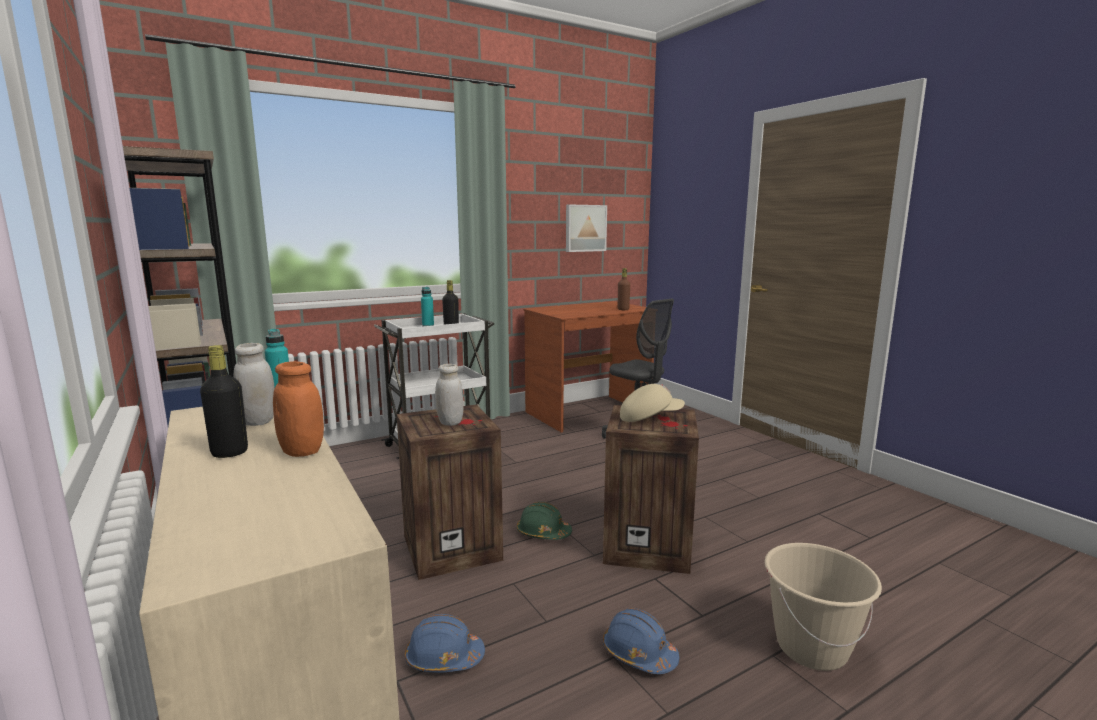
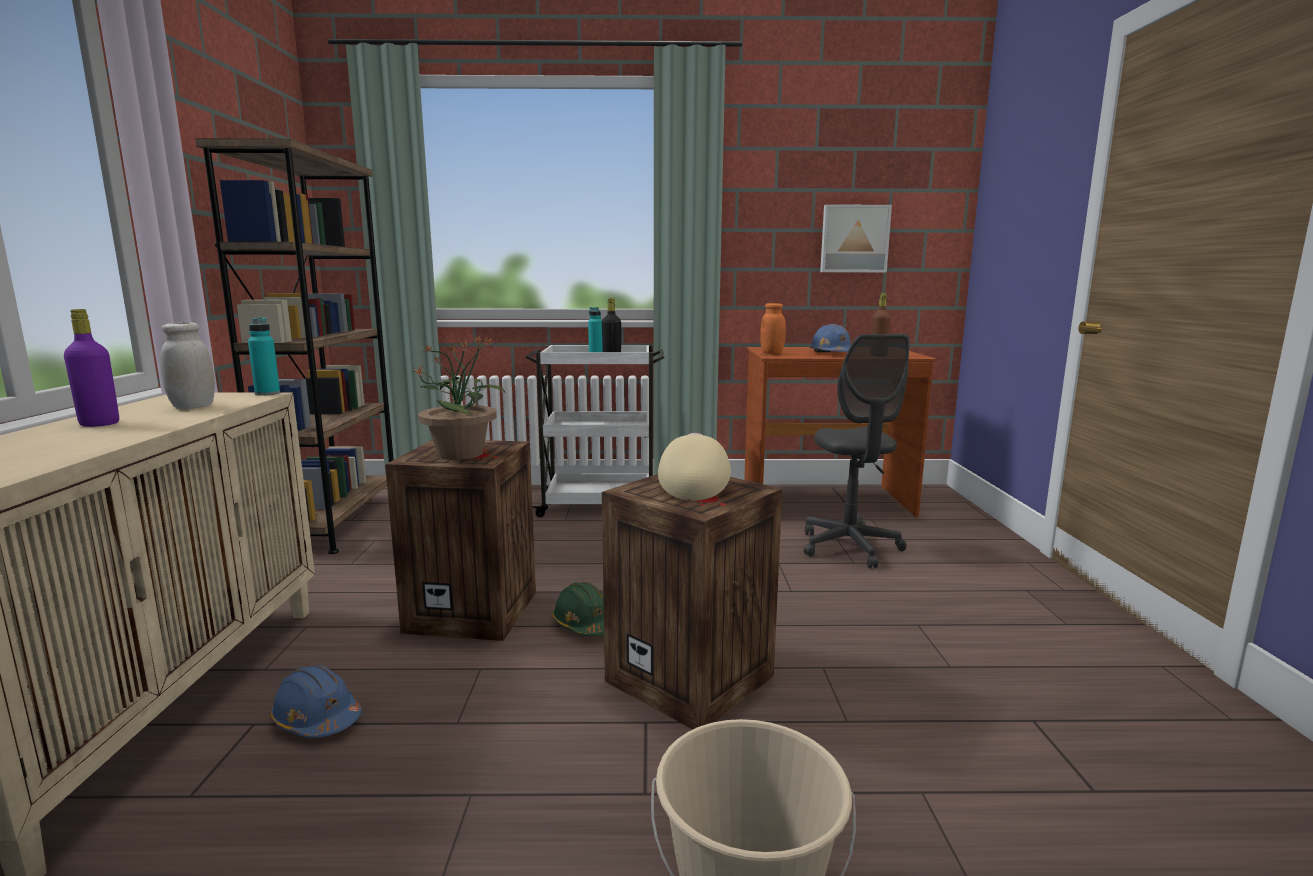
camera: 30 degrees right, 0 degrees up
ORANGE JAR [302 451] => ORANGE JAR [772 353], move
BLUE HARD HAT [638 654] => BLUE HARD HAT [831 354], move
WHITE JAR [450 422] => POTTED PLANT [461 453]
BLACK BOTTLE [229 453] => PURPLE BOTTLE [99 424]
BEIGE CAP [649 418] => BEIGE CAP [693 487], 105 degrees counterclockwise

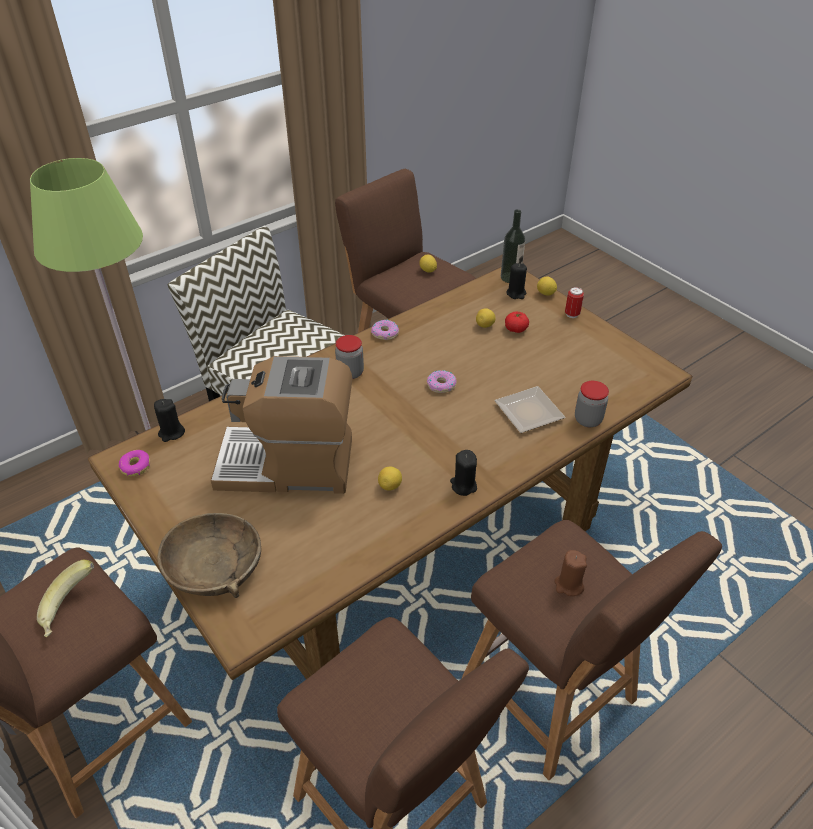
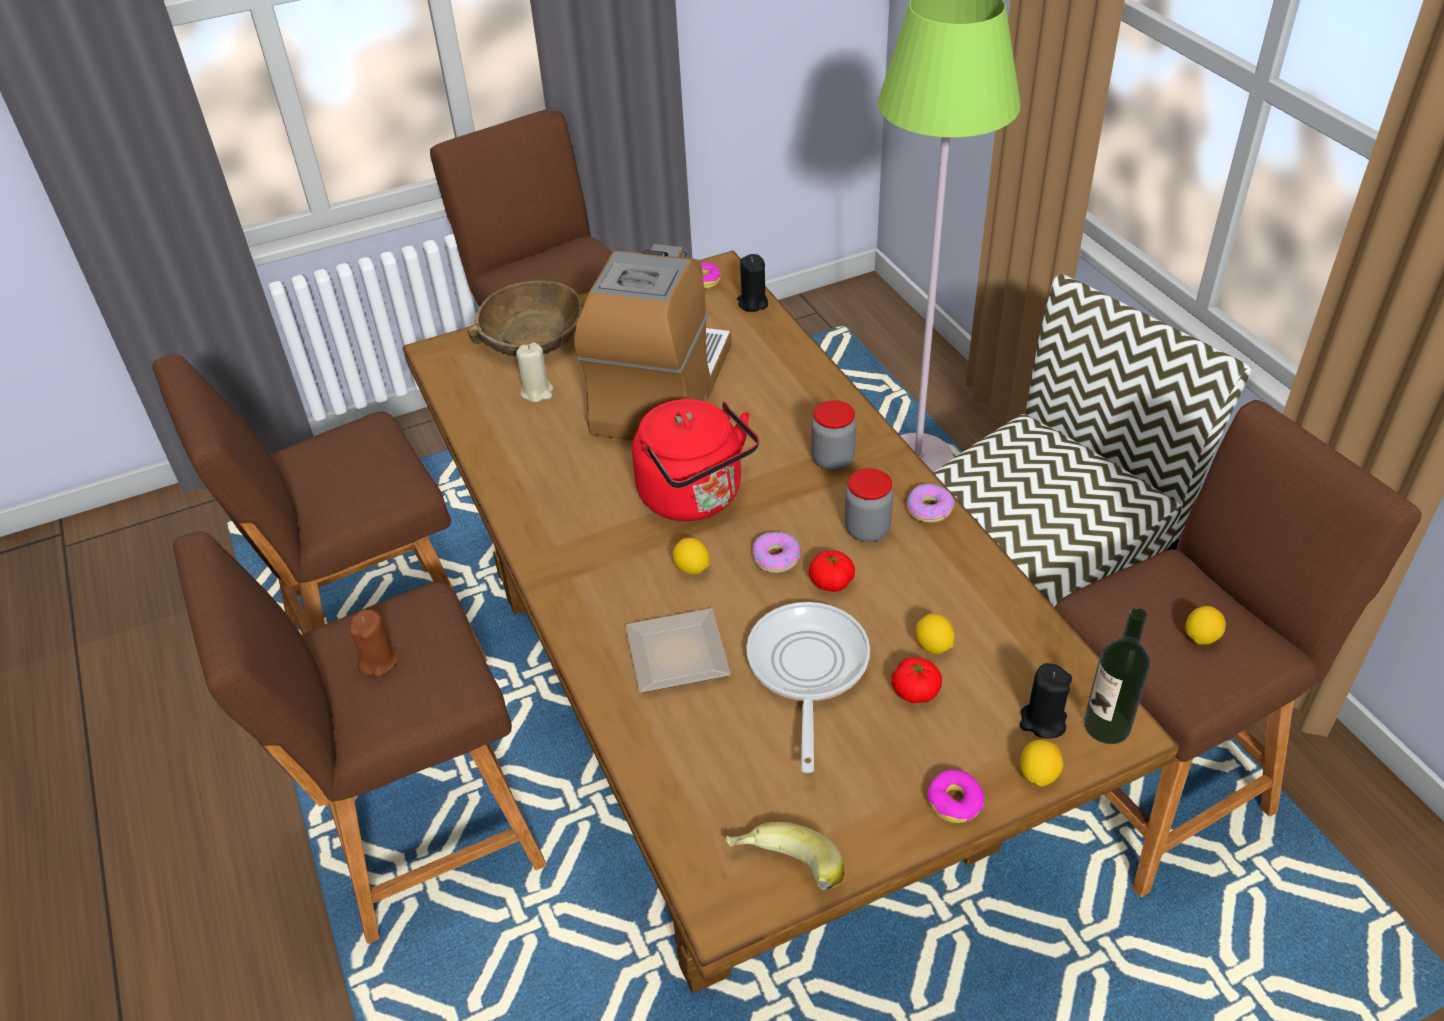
camera: 105 degrees right, 0 degrees up
BLACK CANDLE [463 485] => nothing
nothing => BEIGE CANDLE [537 392]
nothing => RED KETTLE [695 498]
nothing => FRYING PAN [806 670]
nothing => TOMATO [831 582]
BANANA [71 609] => BANANA [783 875], move
LEMON [390 486] => LEMON [691 569], move
JAR [588 420] => JAR [867 530], move
CAN [572 314] => DONUT [954 802]

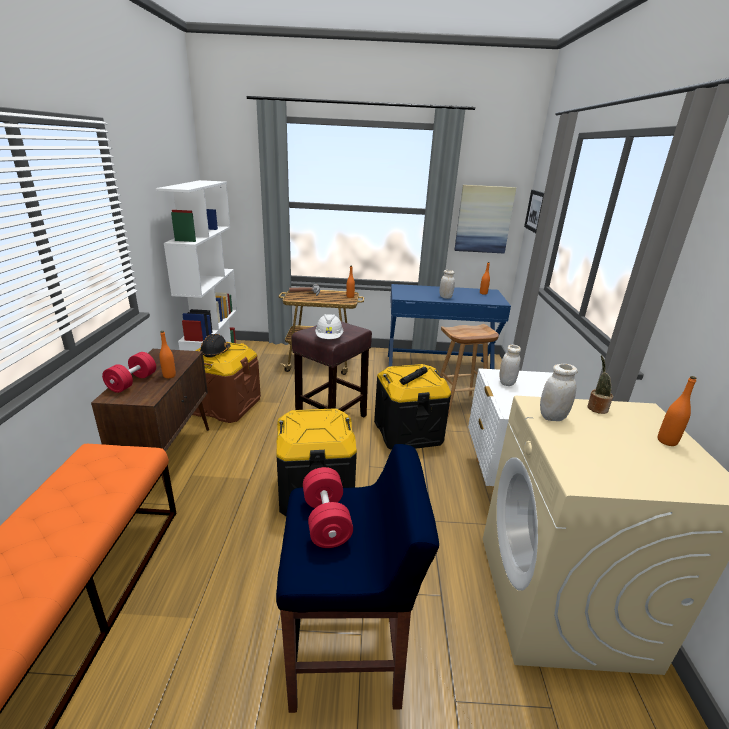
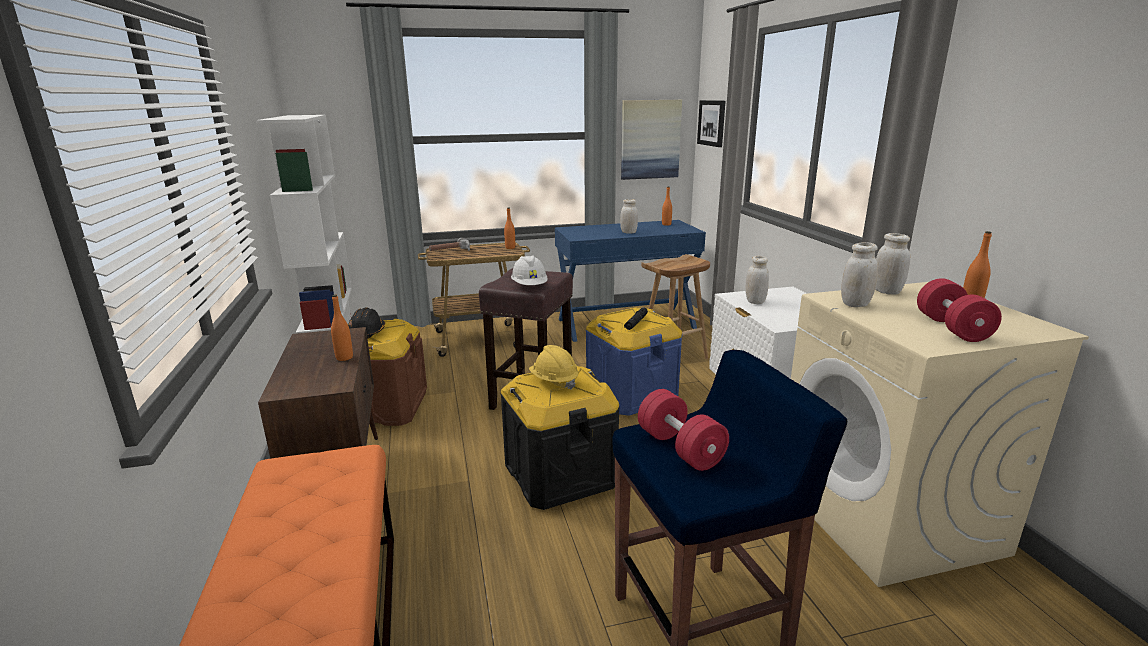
camera: 15 degrees left, 5 degrees down
nothing => YELLOW HARD HAT [554 381]
RED DUMBBELL [132 382] => RED DUMBBELL [952 328], move
POTTED PLANT [596 408] => WHITE JAR [886 291]
BLACK STORAGE BOX [407 432] => BLUE STORAGE BOX [631 394]

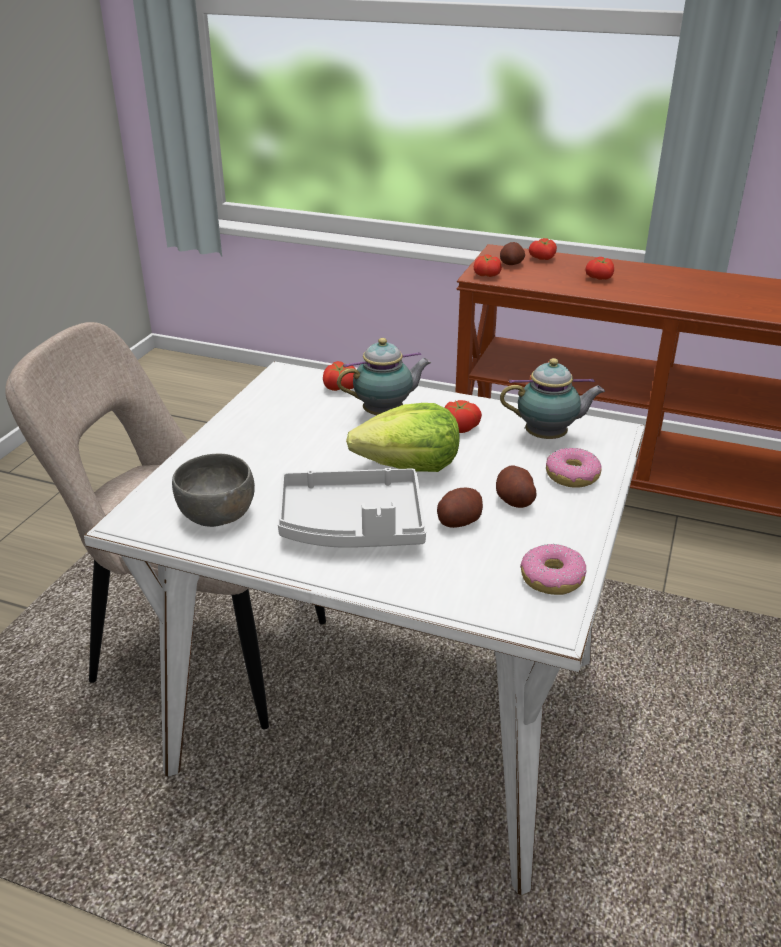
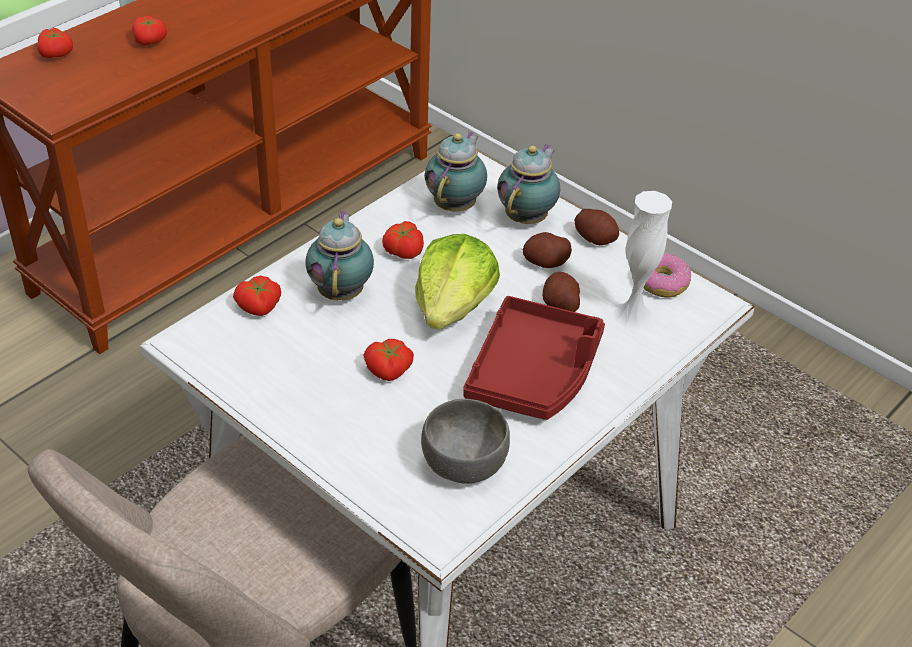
camera: 70 degrees left, 10 degrees up
nothing => WHITE VASE [633 314]
TOMATO [486 275] => TOMATO [388 371], move
POTATO [511 264] => POTATO [595 238], move
DONUT [572 476] => TEAPOT [527 217]
GREY TRAY [352 526] => RED TRAY [534 373]

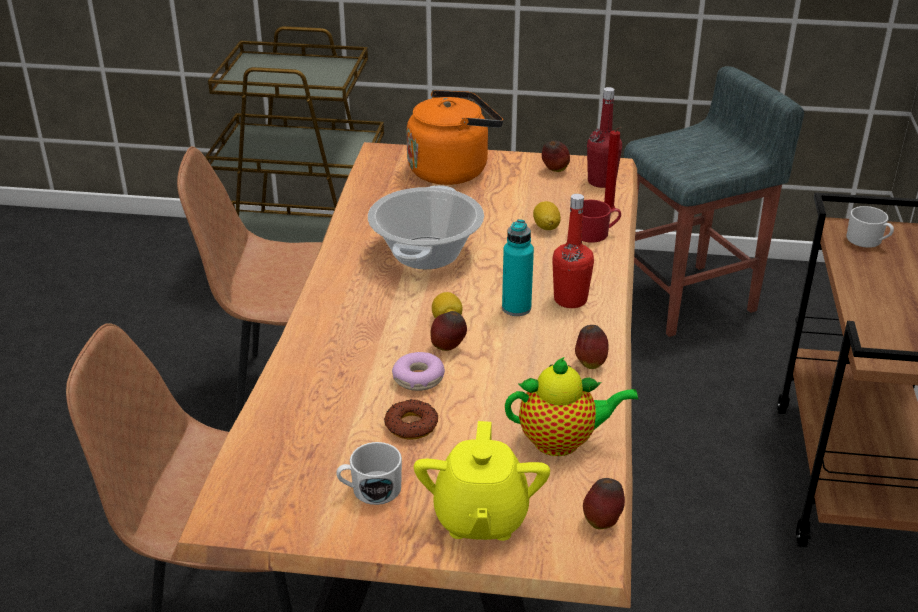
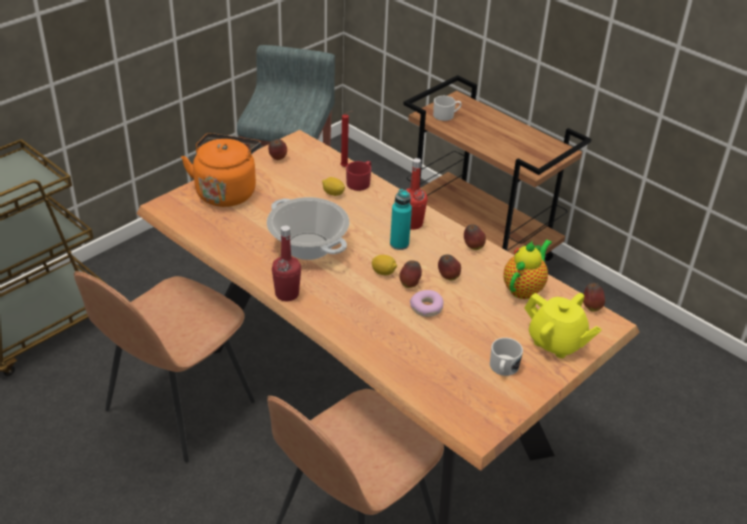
camera: 55 degrees left, 5 degrees up
DONUT [411 425] => nothing
nothing => APPLE [448 277]
RED BOTTLE [601 182] => RED BOTTLE [287 294], move

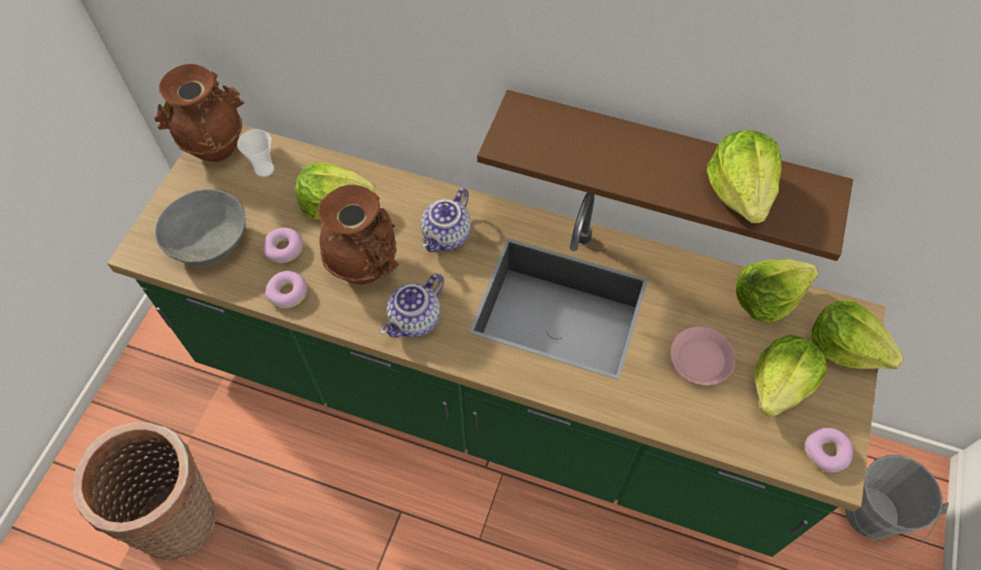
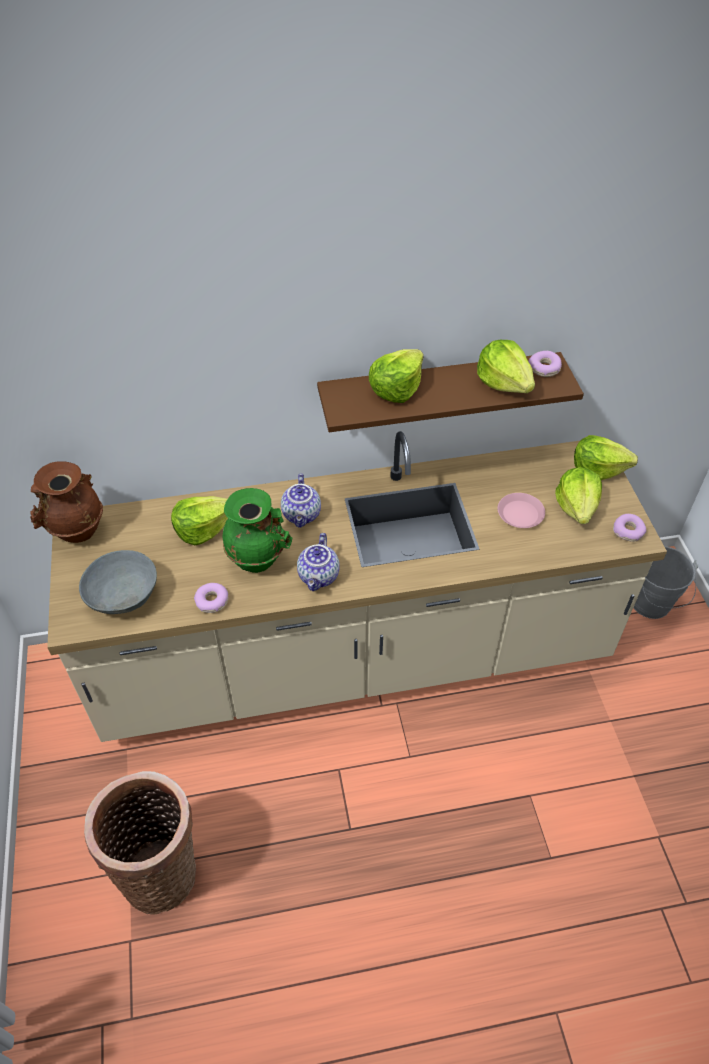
camera: 30 degrees left, 10 degrees down
CUP [264 169] => nothing
DONUT [284 249] => DONUT [544 369], move
LETTUCE [766 298] => LETTUCE [396 388], move
GREEN COUNTER [490 399] => BEIGE COUNTER [354 658]
BROWN VASE [366 266] => GREEN VASE [257 558]

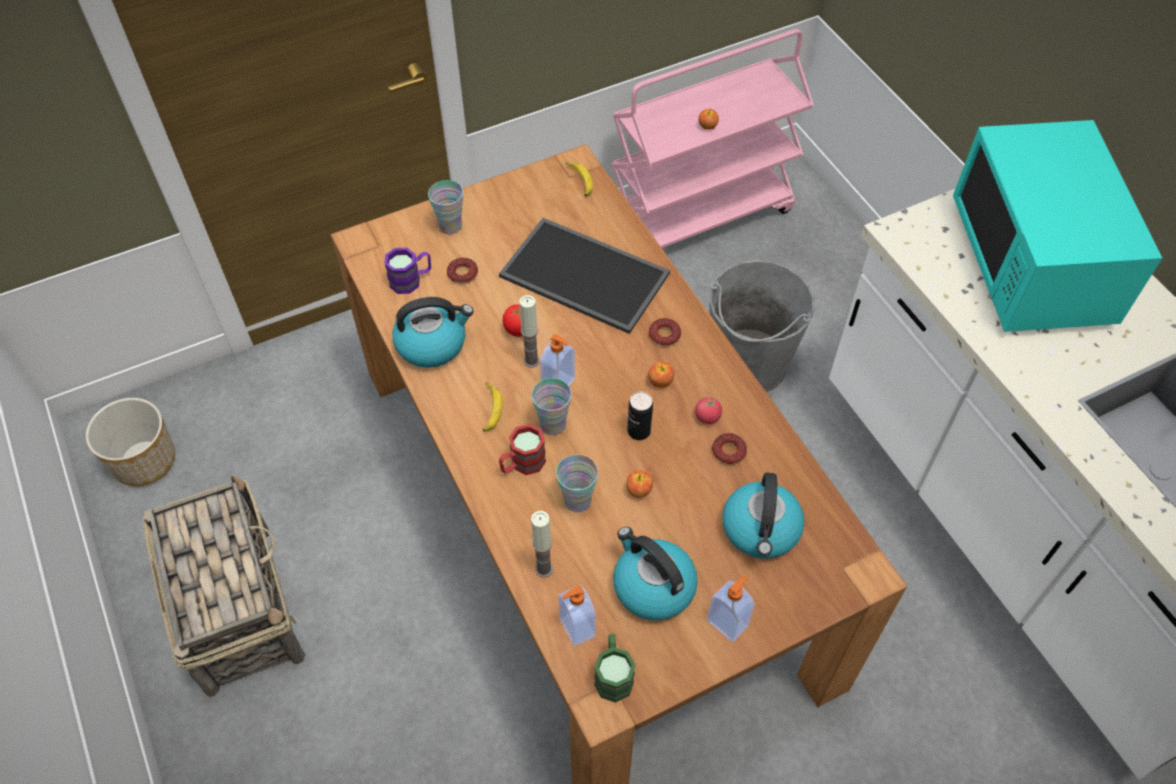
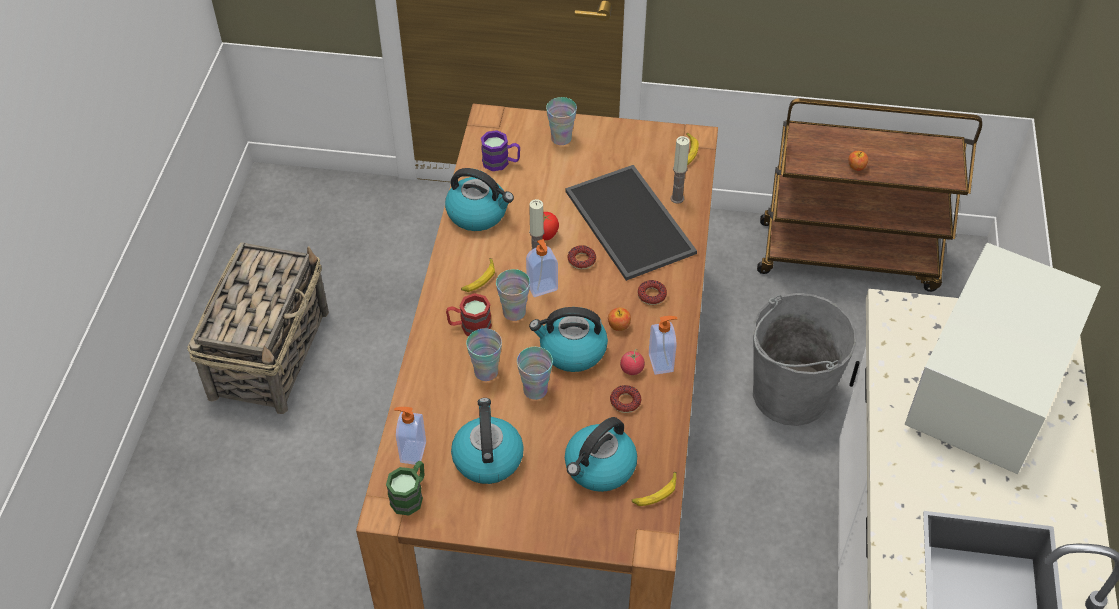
camera: 35 degrees right, 5 degrees down
PLANTER [144 460] => nothing
nothing => BANANA [655 493]
DONUT [462 274] => DONUT [581 260], move
CANDLE [544 569] => CANDLE [677 198], move
SOAP DISPENSER [728 622] => SOAP DISPENSER [662 362], move
APPLE [639 490] => CUP [535 390]
CAN [639 431] => KETTLE [571 350]
PINK CART [700 215] => BROWN CART [849 255]
TURQUOISE MICROWAVE [1031 264] => WHITE MICROWAVE [988 391]

